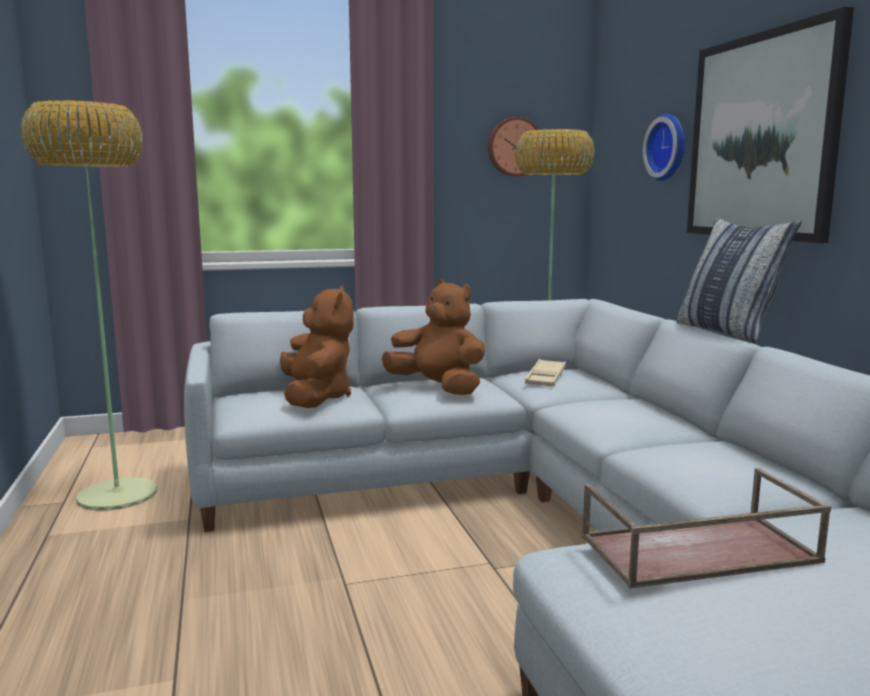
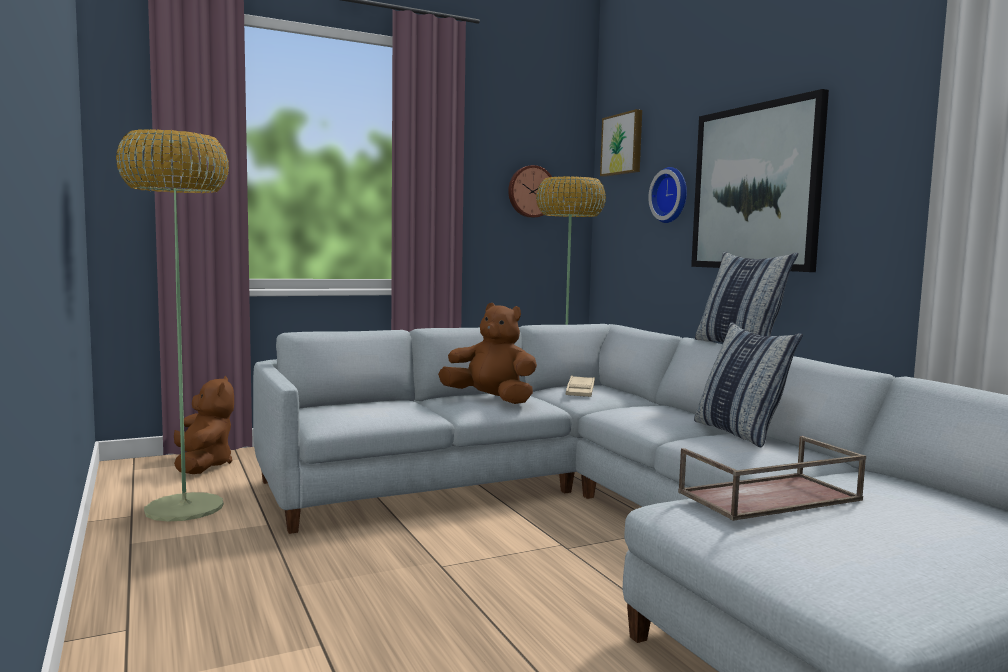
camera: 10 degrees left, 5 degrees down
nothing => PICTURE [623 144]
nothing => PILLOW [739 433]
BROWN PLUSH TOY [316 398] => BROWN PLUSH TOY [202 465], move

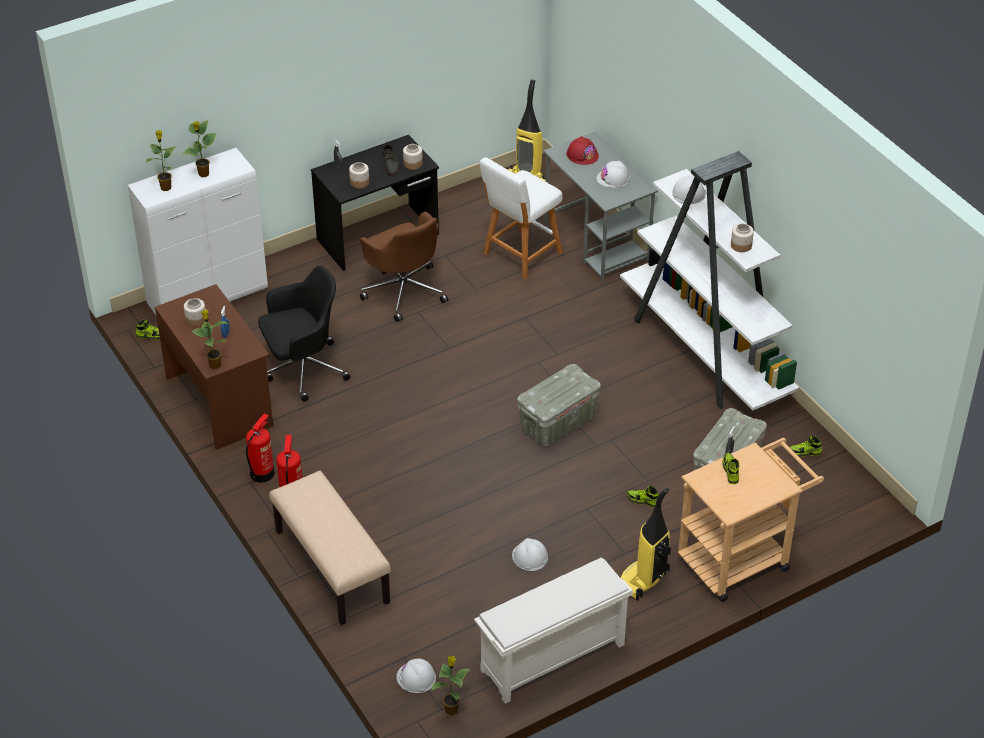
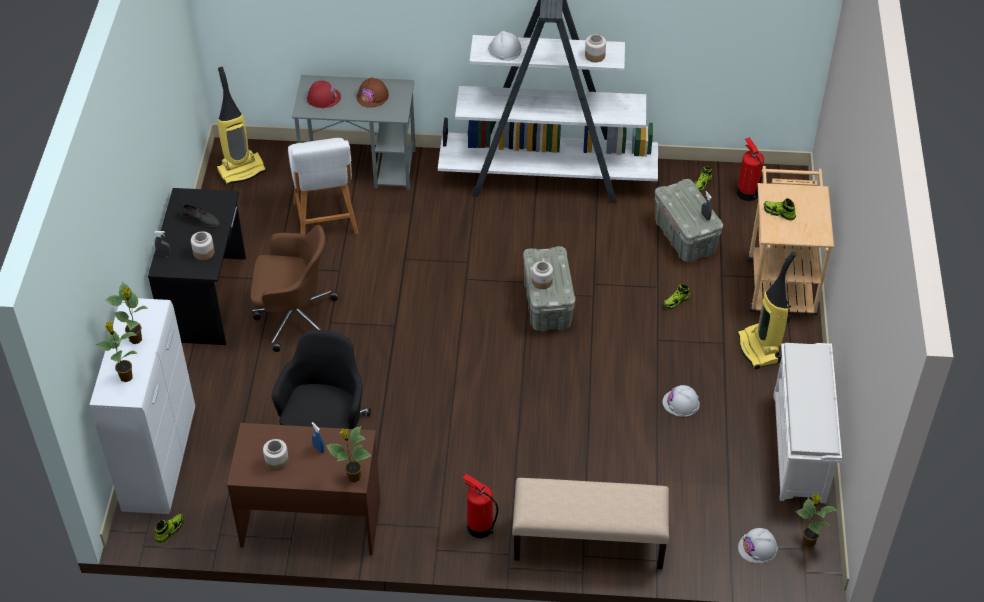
camera: 55 degrees left, 5 degrees up
FIRE EXTINGUISHER [262 473] => FIRE EXTINGUISHER [747 193], move
JAR [413 164] => JAR [542 282], move
WHITE HARD HAT [613 178] => BROWN HARD HAT [372 96]

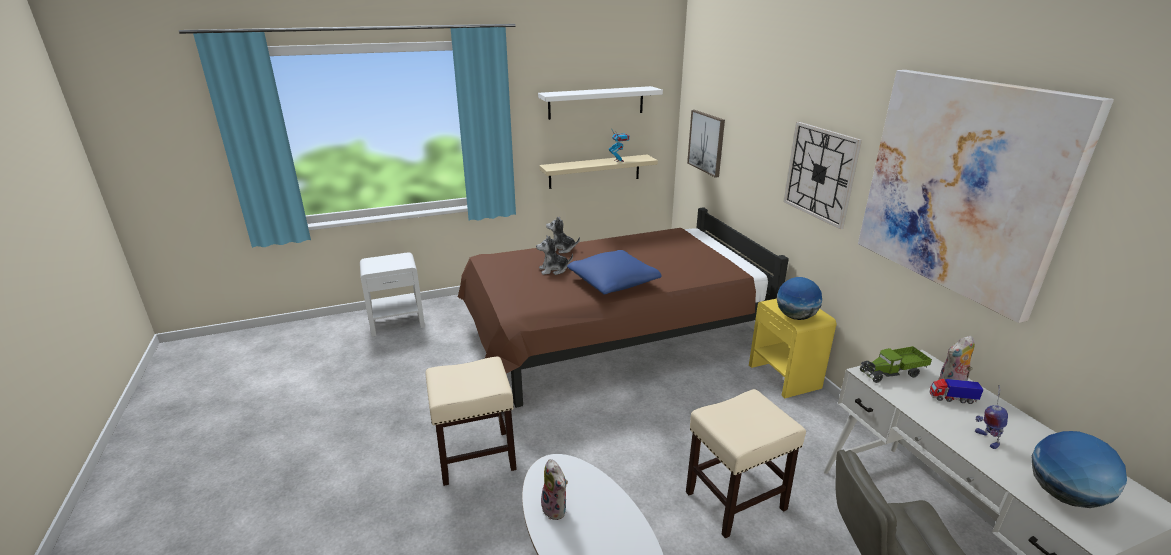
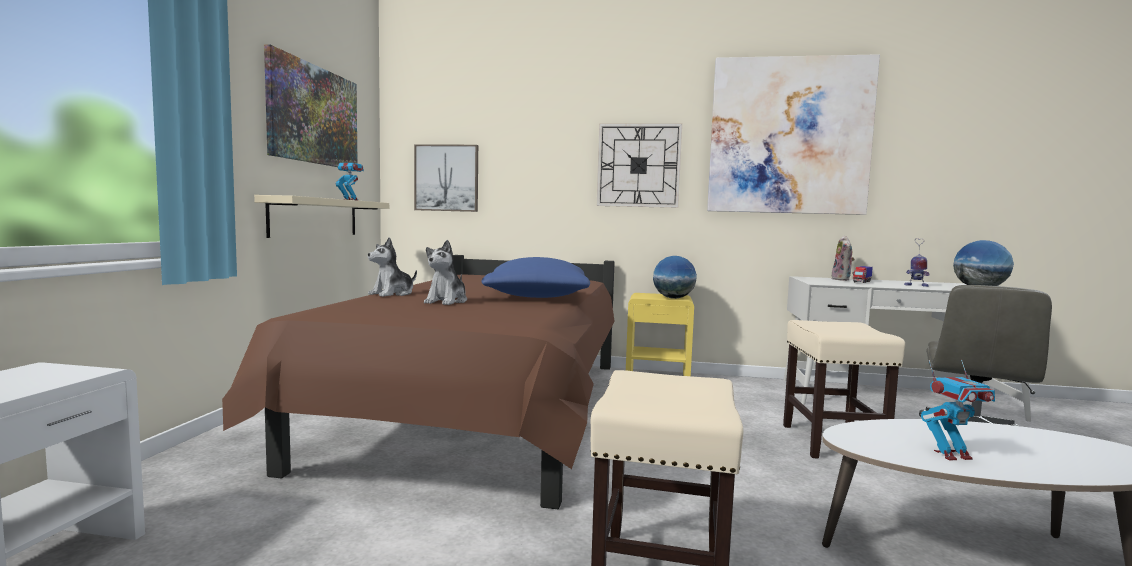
camera: 60 degrees left, 20 degrees down
TOY TRUCK [892 373] => nothing
WHITE SHELF [596 102] => PICTURE [314 115]
PLUSH TOY [556 508] => TOY ROBOT [952 455]

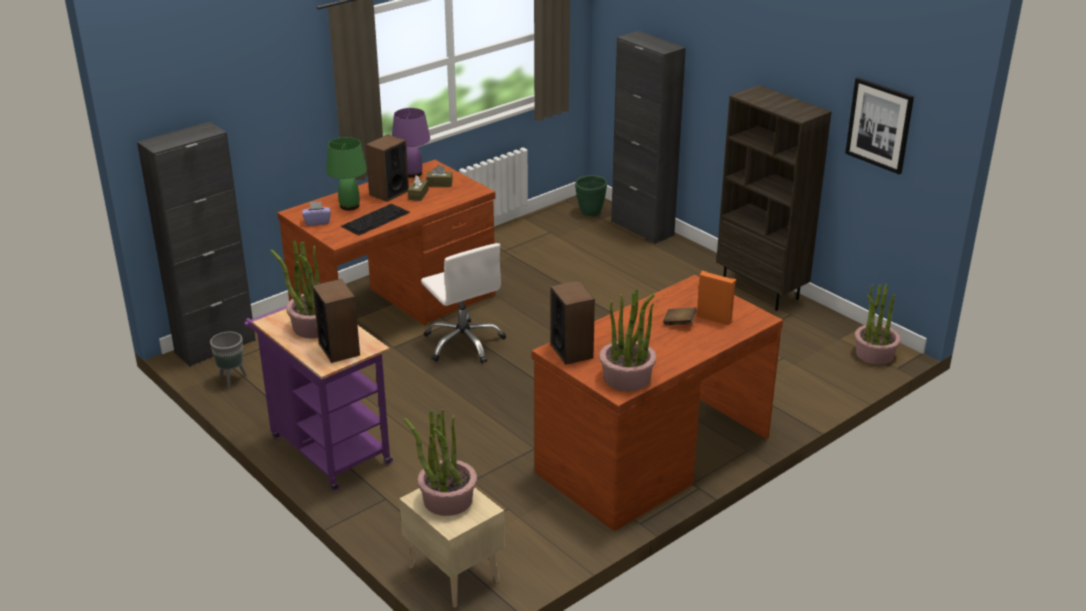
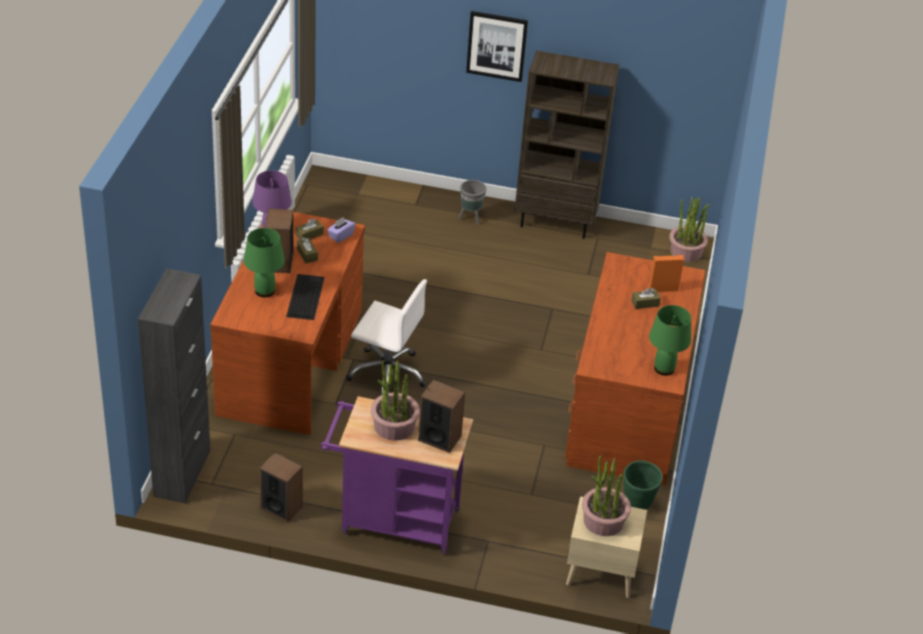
camera: 40 degrees left, 10 degrees up
BLACK CABINET [642 228] => nothing
GREY PLANTER [232 380] => GREY PLANTER [471 218], move
PURPLE TISSUE BOX [317 222] => PURPLE TISSUE BOX [340 236], move
SPEAKER [572 351] => SPEAKER [281 507], move
GREEN PLANTER [590 212] => GREEN PLANTER [637 503], move
PICTURE [879 125] => PICTURE [496 46], move
POTTED PLANT [627 378] => GREEN TABLE LAMP [664 368]
BROWN BOOK [679 323] => BROWN TISSUE BOX [645 303]

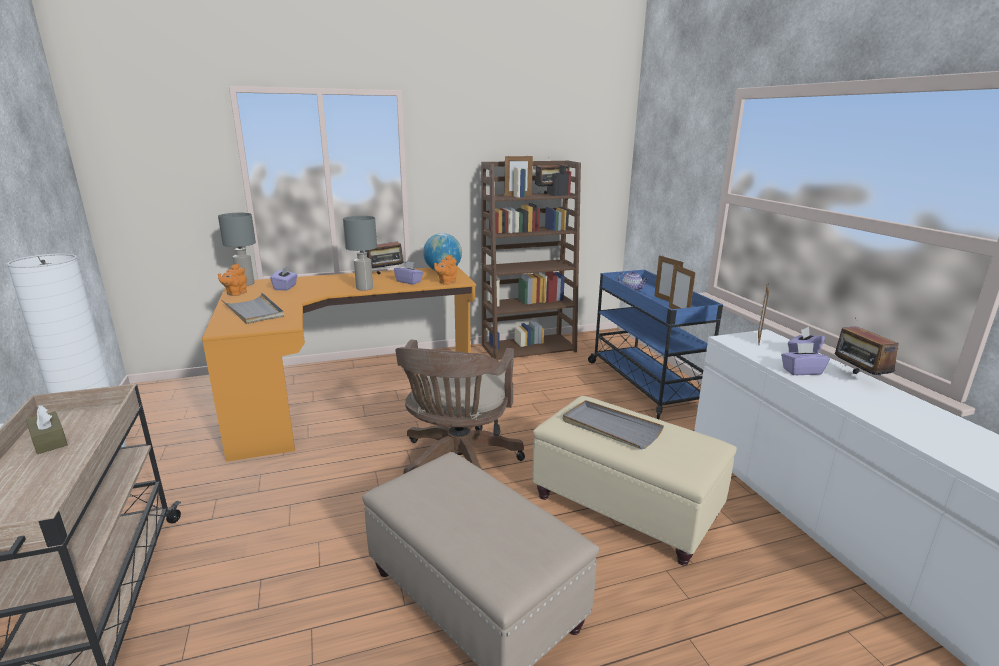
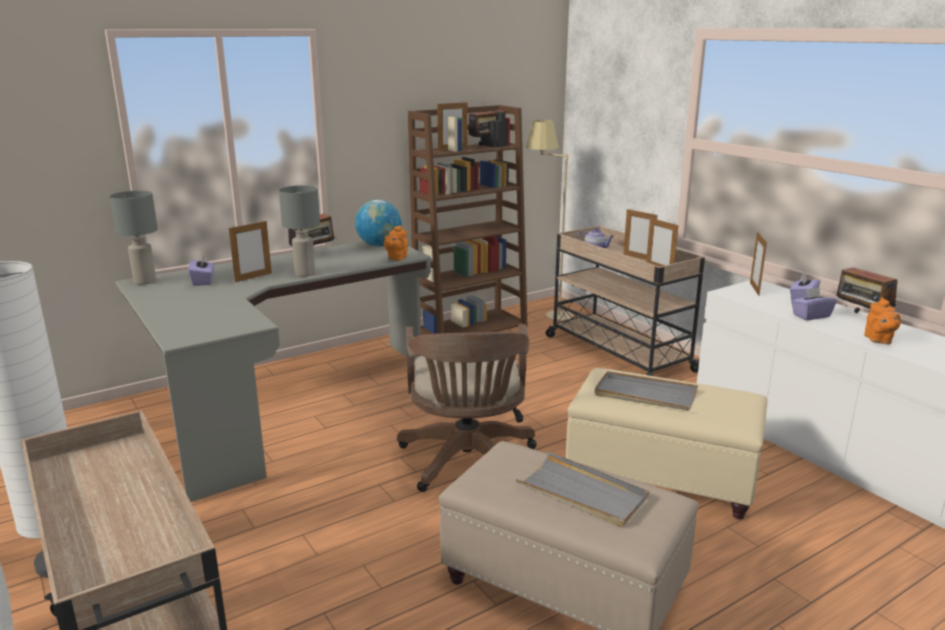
camera: 15 degrees left, 0 degrees up
BROWN TISSUE BOX [49 440] => nothing
PURPLE TISSUE BOX [409 281] => nothing
nothing => PICTURE FRAME [253 277]
nothing => BEIGE FLOOR LAMP [547 316]
ORANGE TEAPOT [235 293] => ORANGE TEAPOT [878 340], move
GREY TRAY [253 311] => GREY TRAY [582 493], move
ORANGE DESK [343 391] => GREY DESK [279 404]
BLUE CART [644 384] => BEIGE CART [617 353]

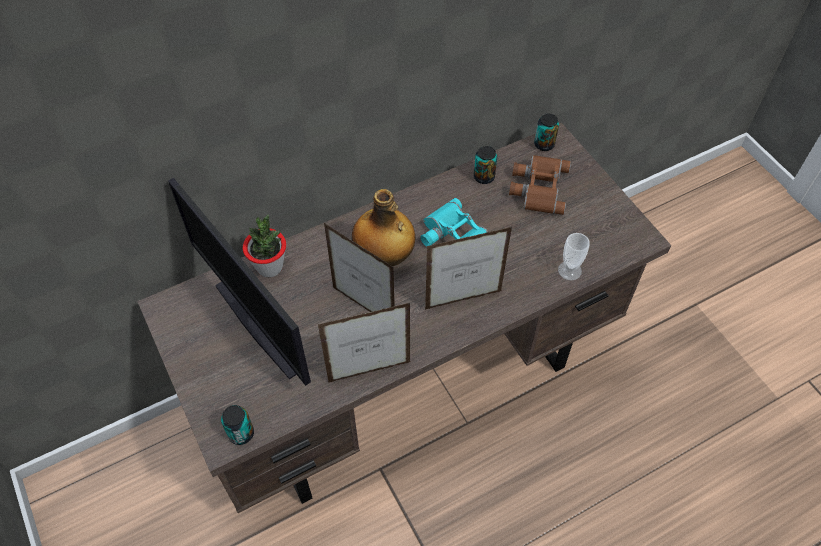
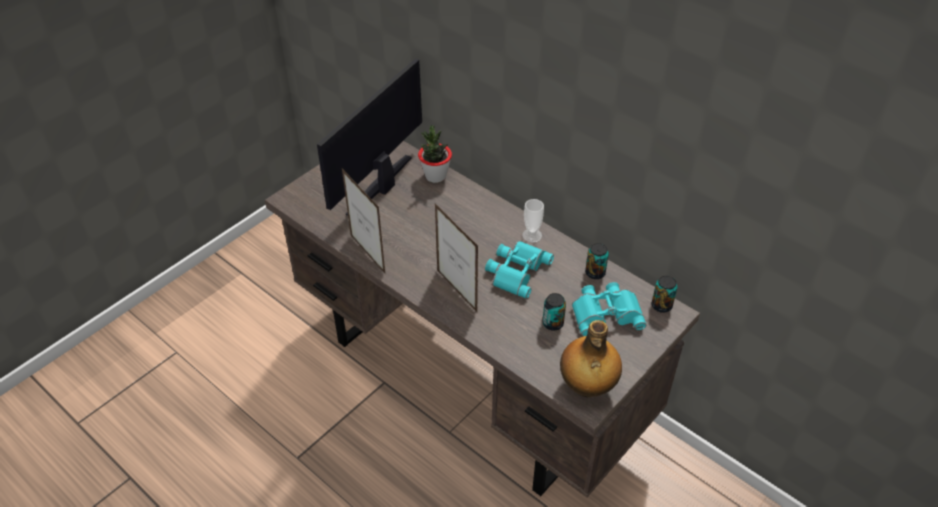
camera: 70 degrees right, 10 degrees down
PICTURE FRAME [364 308] => nothing
CAN [241 433] => CAN [553 323], move
BOTTLE [384 258] => BOTTLE [586 387], move
CUP [569 270] => CUP [532 235], move
BROWN BINOCULARS [538 187] => TURQUOISE BINOCULARS [606 312]

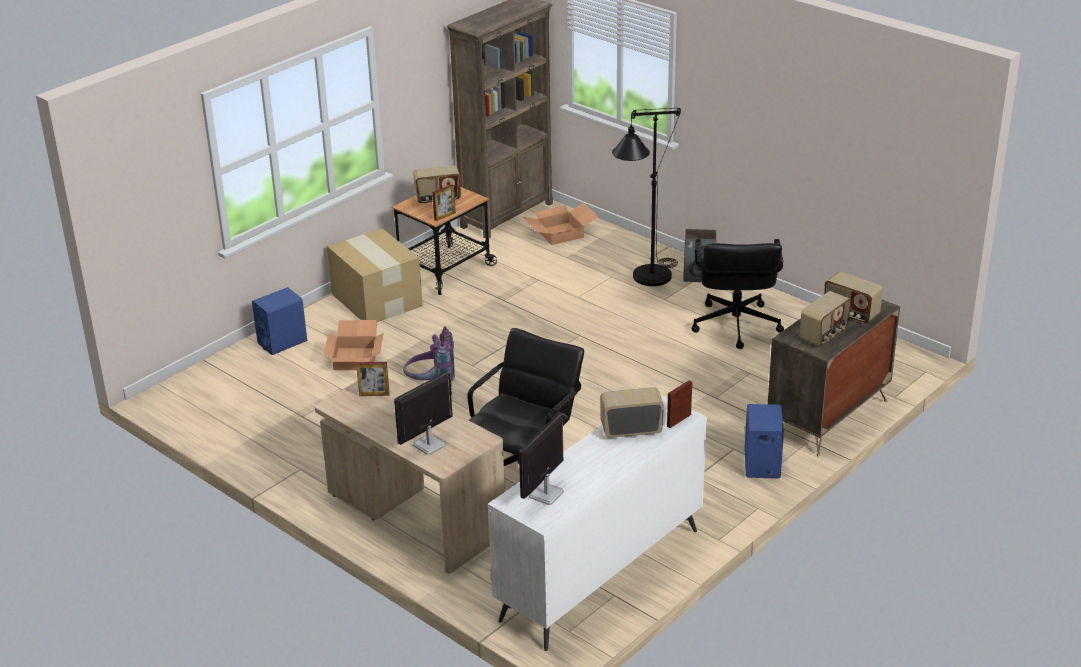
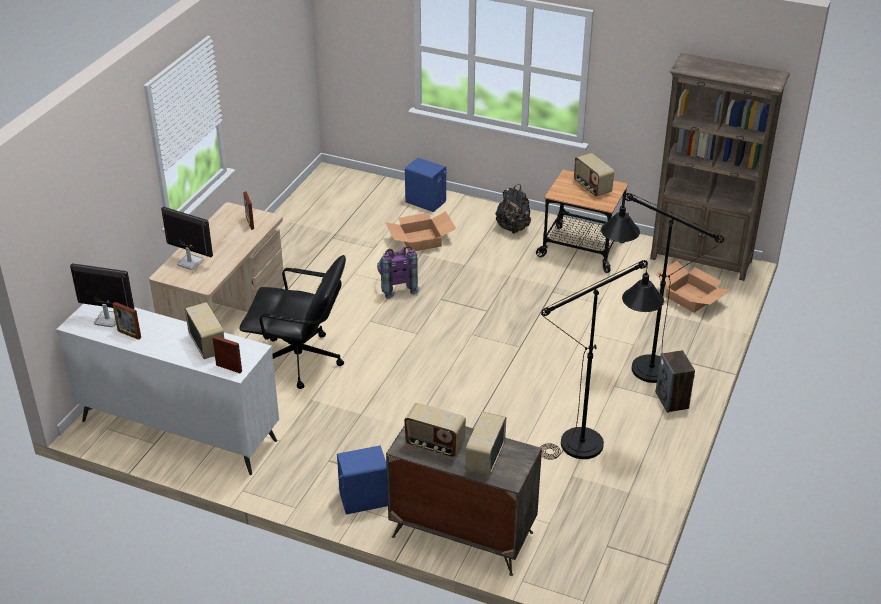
camera: 70 degrees right, 5 degrees up
PICTURE FRAME [445 216] => PICTURE FRAME [129 334], move
CARDBOARD BOX [376 299] => BLACK BACKPACK [513 227]
BLACK OFFICE CHAIR [735 325] => BLACK FLOOR LAMP [593 441]

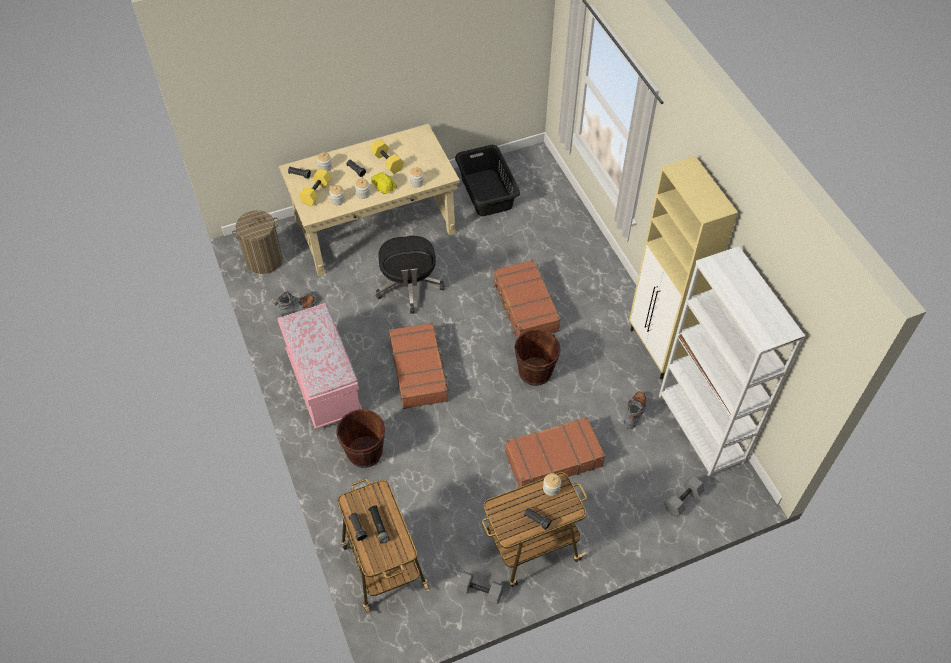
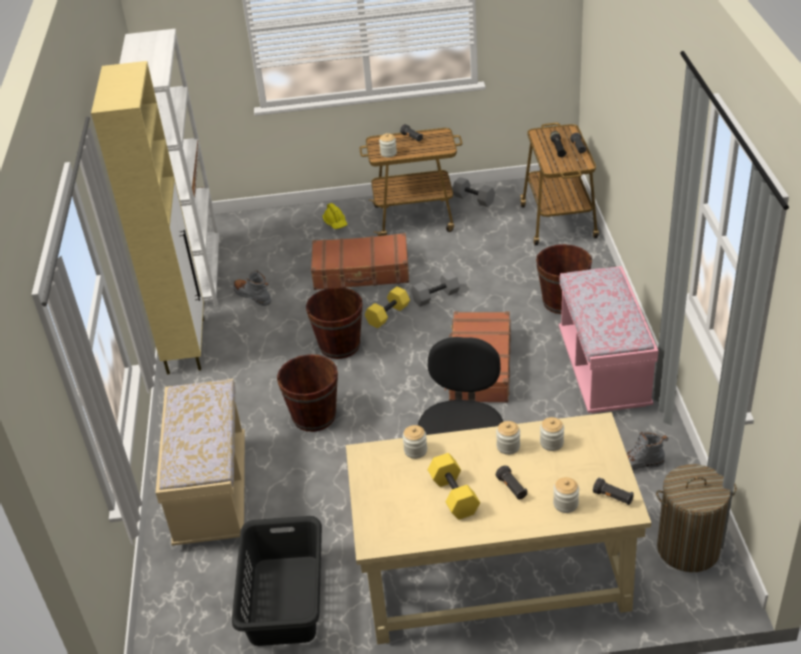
camera: 160 degrees left, 15 degrees down
nothing => BEIGE BENCH [211 492]
YELLOW DUMBBELL [316 193] => YELLOW DUMBBELL [388 314], move
YELLOW HARD HAT [383 185] => YELLOW HARD HAT [335 222], move
GREY DUMBBELL [683 501] => GREY DUMBBELL [436 296], move
BROWN SUITCASE [525 306] => BROWN BUCKET [314 416]
GREY BOOT [634 412] => GREY BOOT [253 296], 90 degrees clockwise

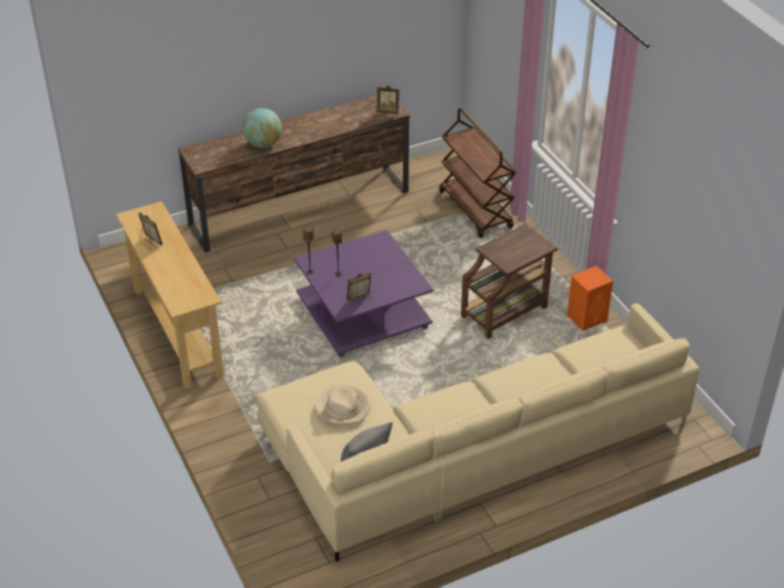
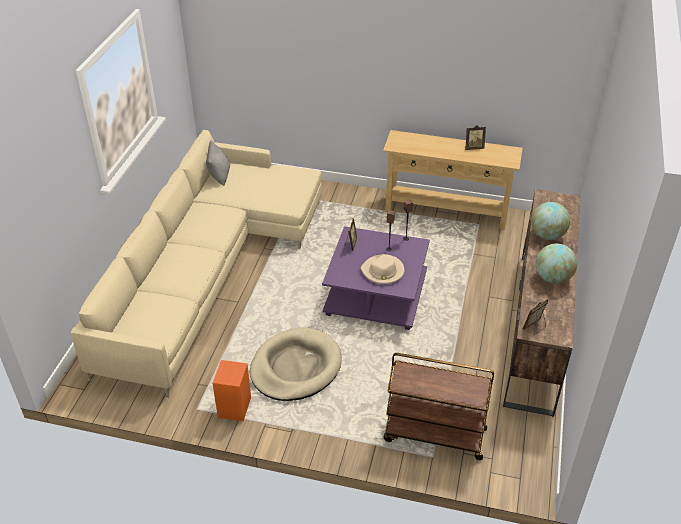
camera: 130 degrees right, 0 degrees up
nothing => GLOBE [553 278]
BEIGE HAT [343 407] => BEIGE HAT [383 271], move
BROWN SIDE TABLE [506 311] => BEIGE DOG BED [295 367]

